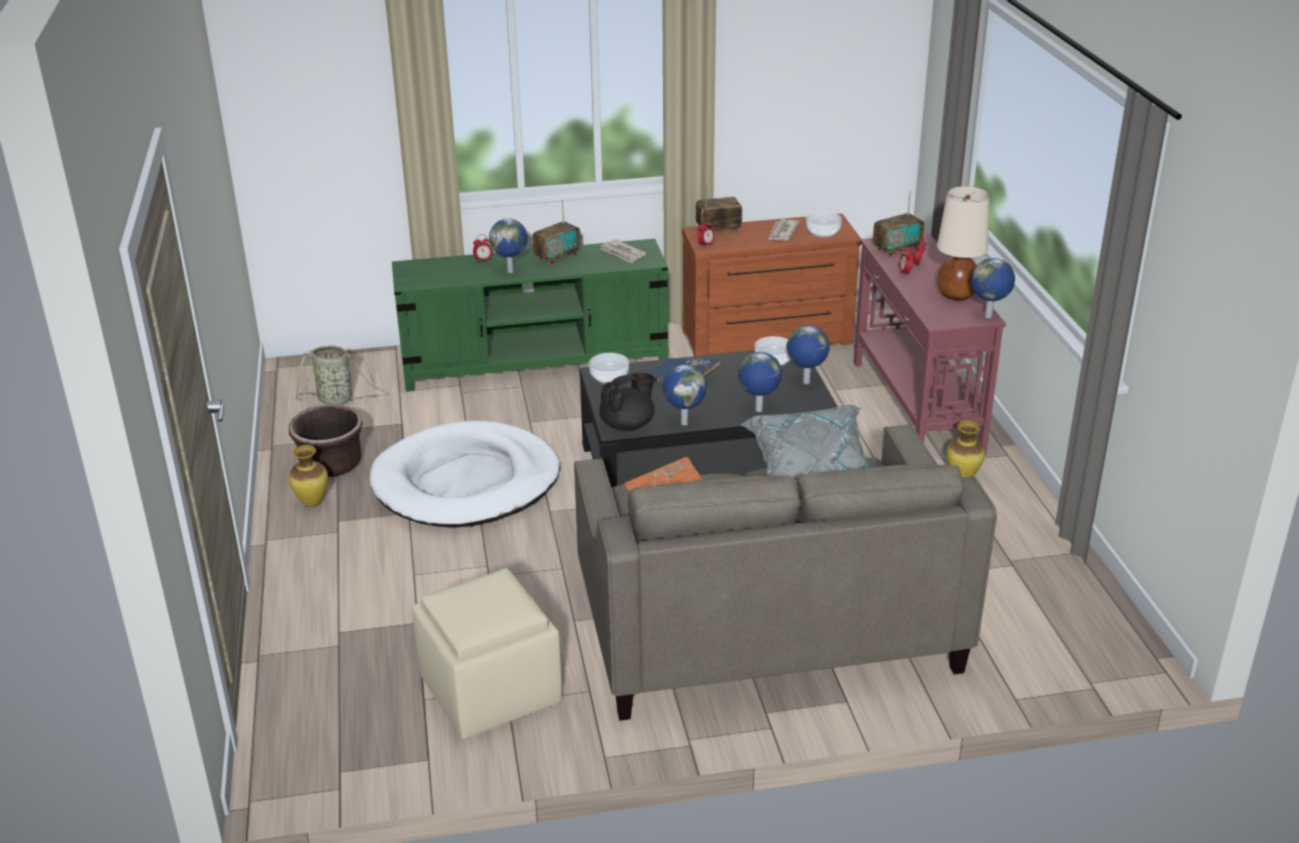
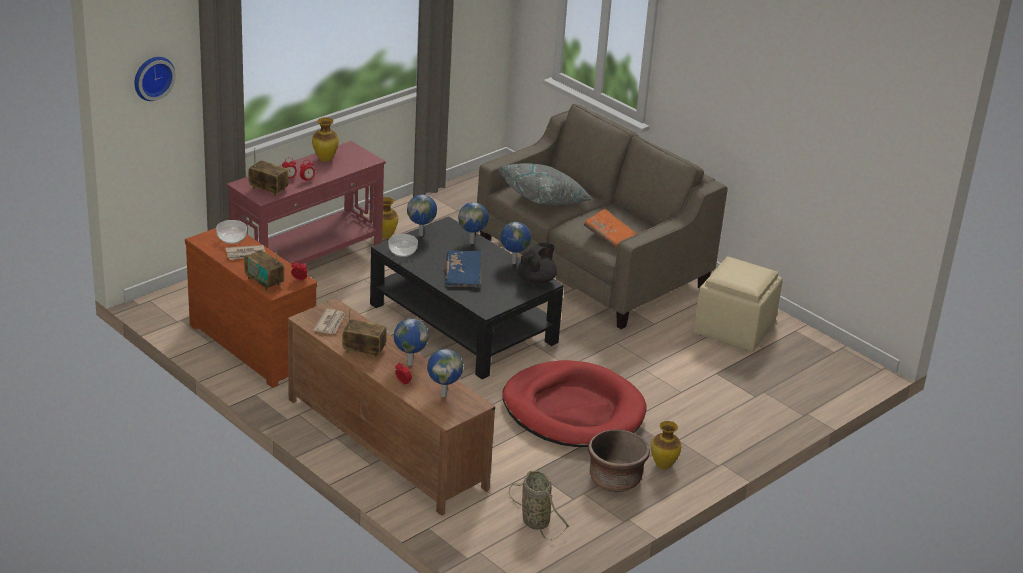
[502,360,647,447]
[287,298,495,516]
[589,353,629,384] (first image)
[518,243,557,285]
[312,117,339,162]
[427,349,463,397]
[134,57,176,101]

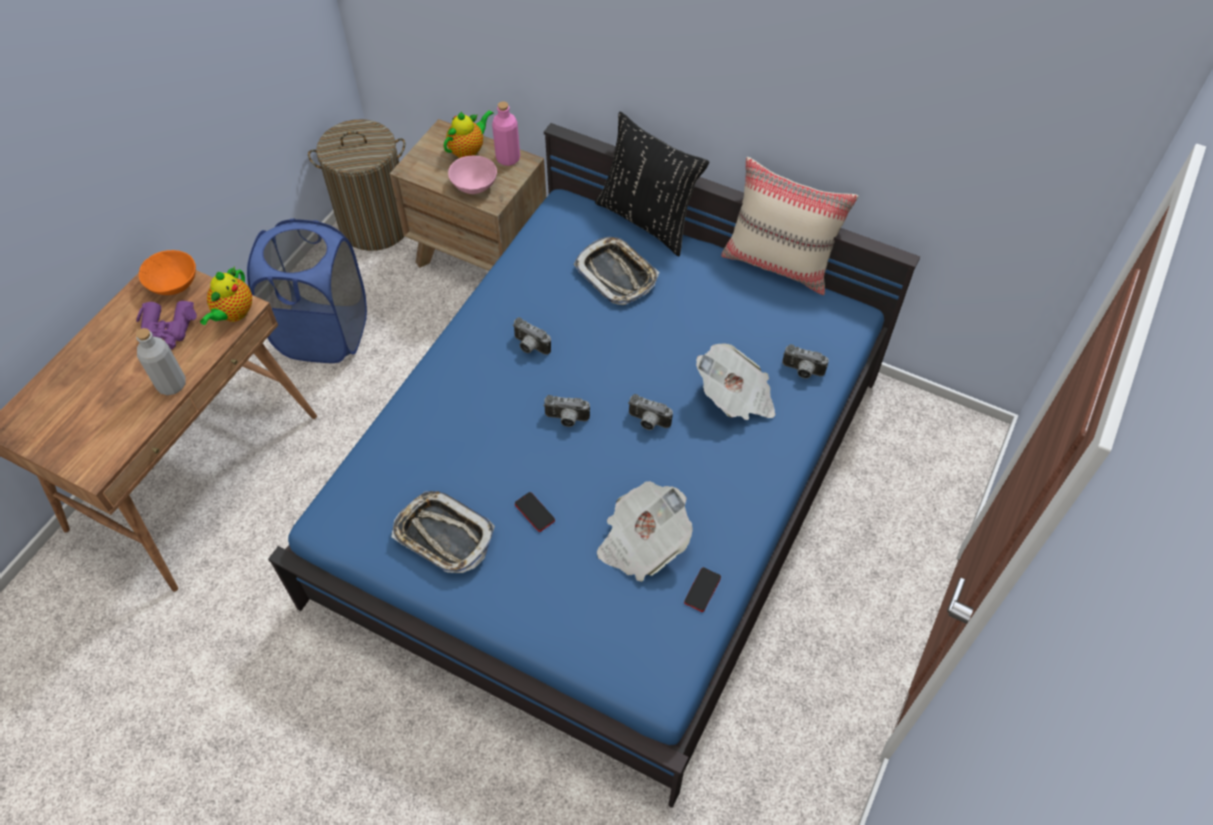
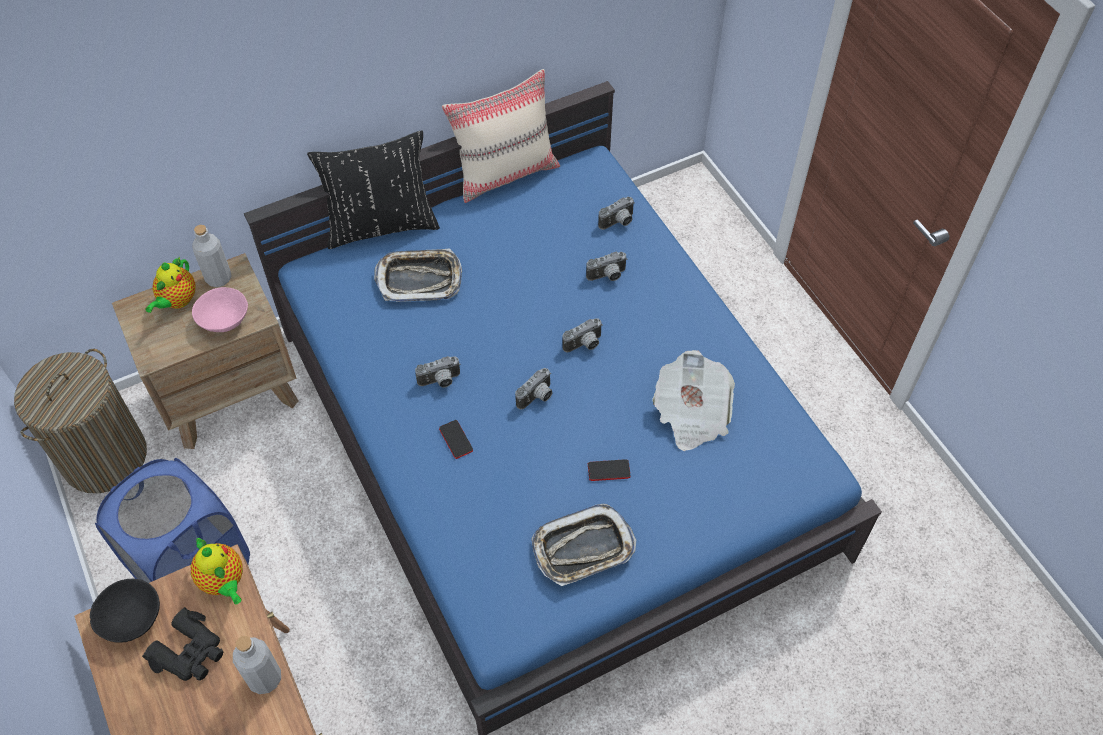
[142,607,224,681]
[90,579,160,643]
[145,256,196,313]
[192,225,232,287]
[439,420,473,459]
[586,252,627,281]

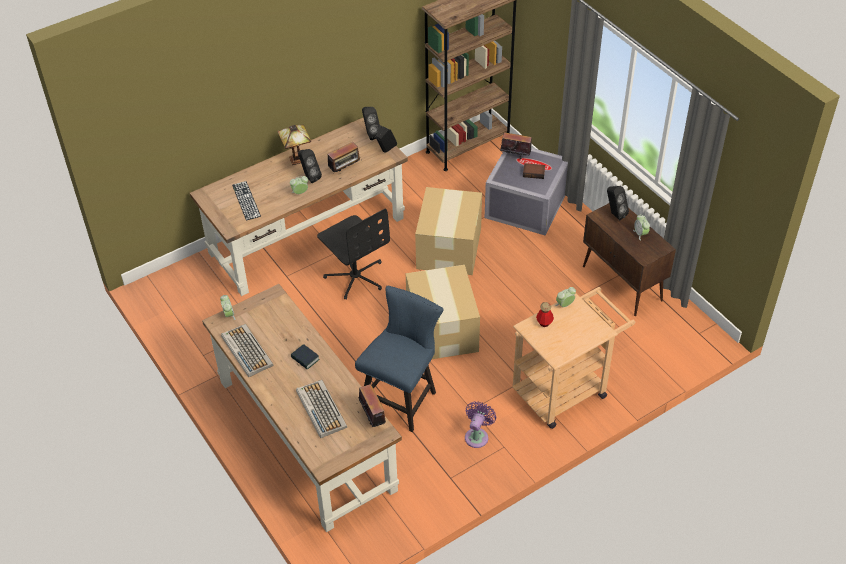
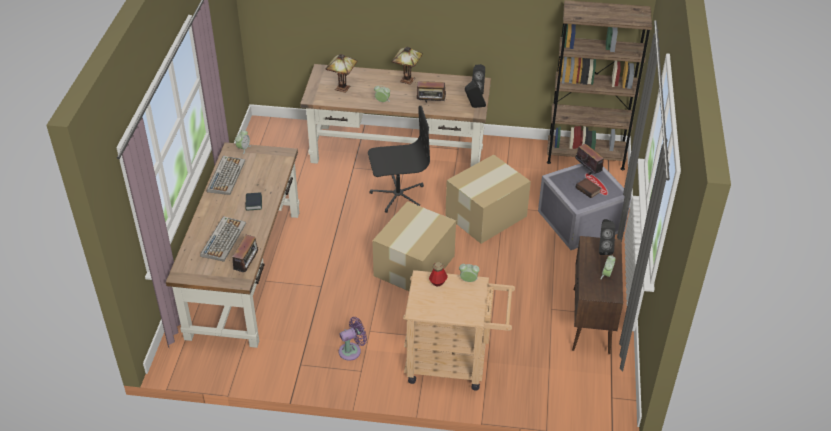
[326,54,358,93]
[298,149,322,183] (first image)
[368,106,430,213]
[355,286,444,432] (first image)

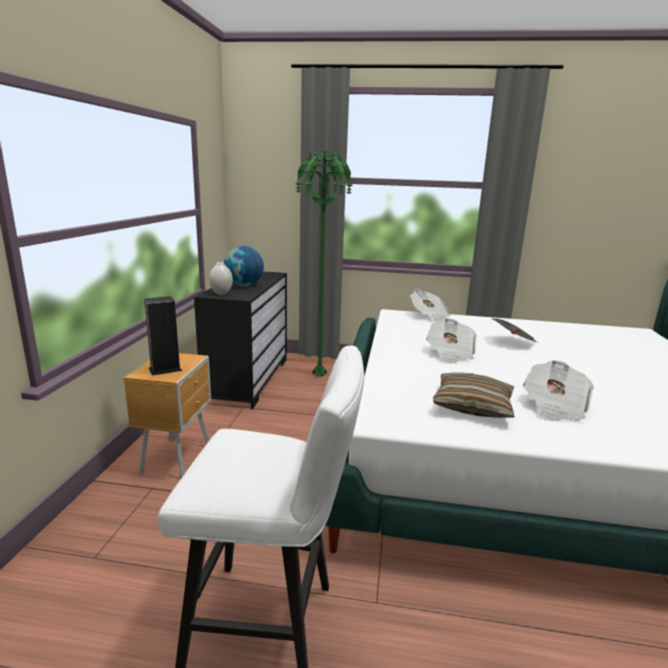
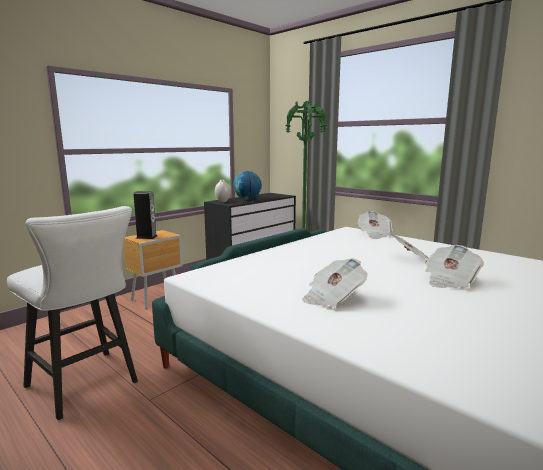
[425,245,484,288]
[433,373,515,418] (first image)

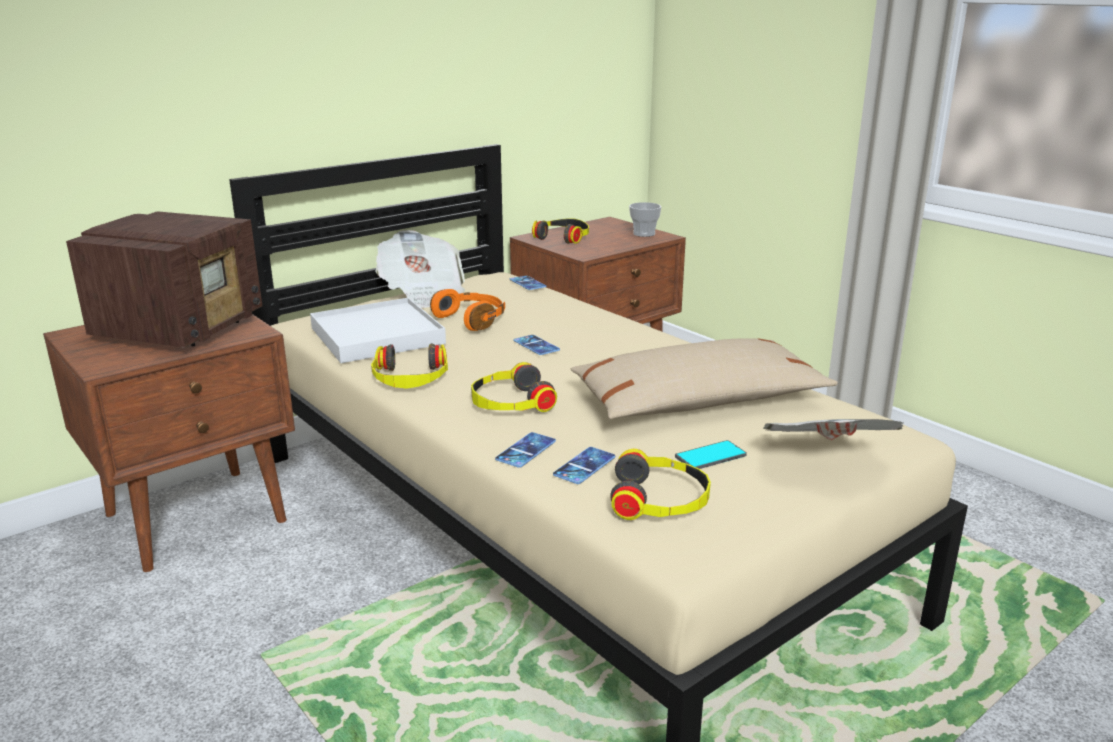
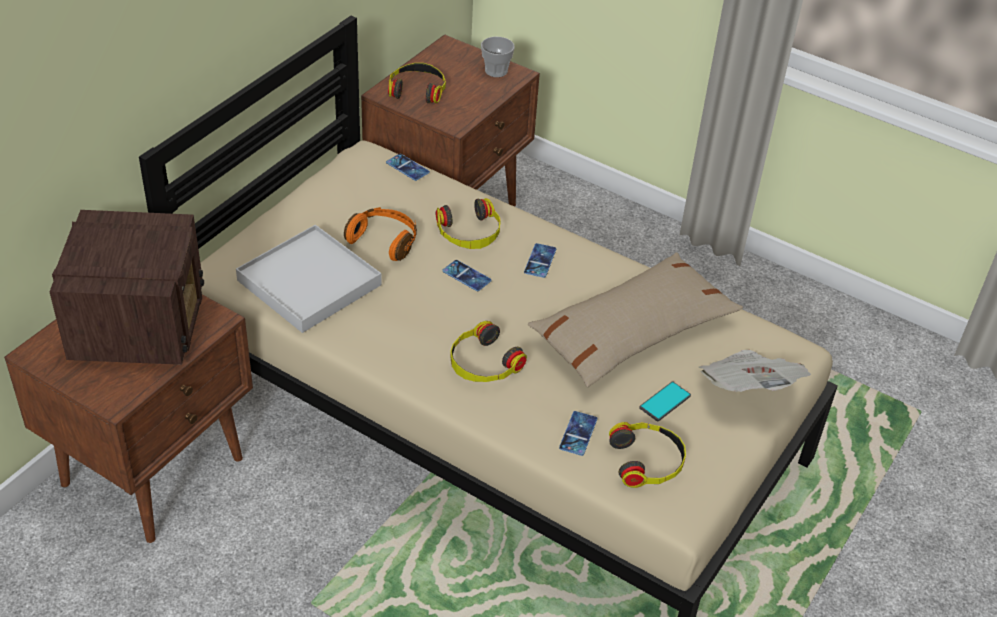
[436,198,500,249]
[376,230,465,308] (first image)
[524,243,556,278]

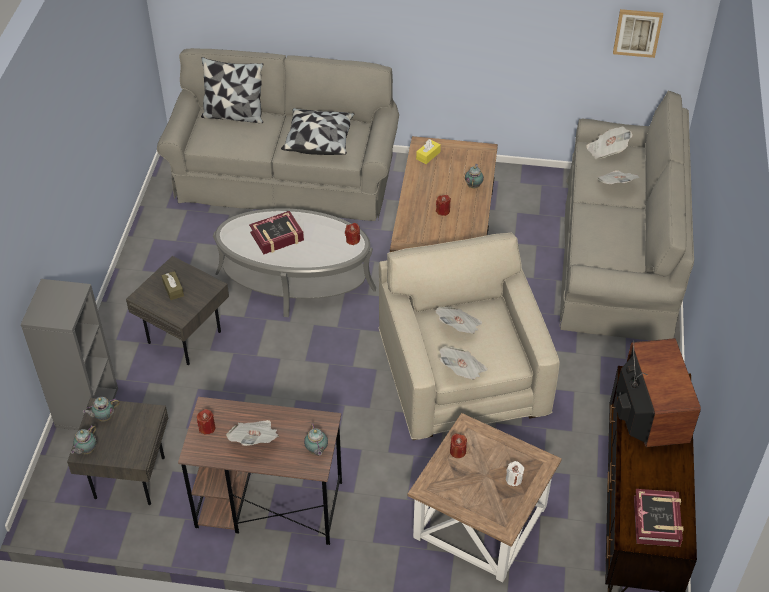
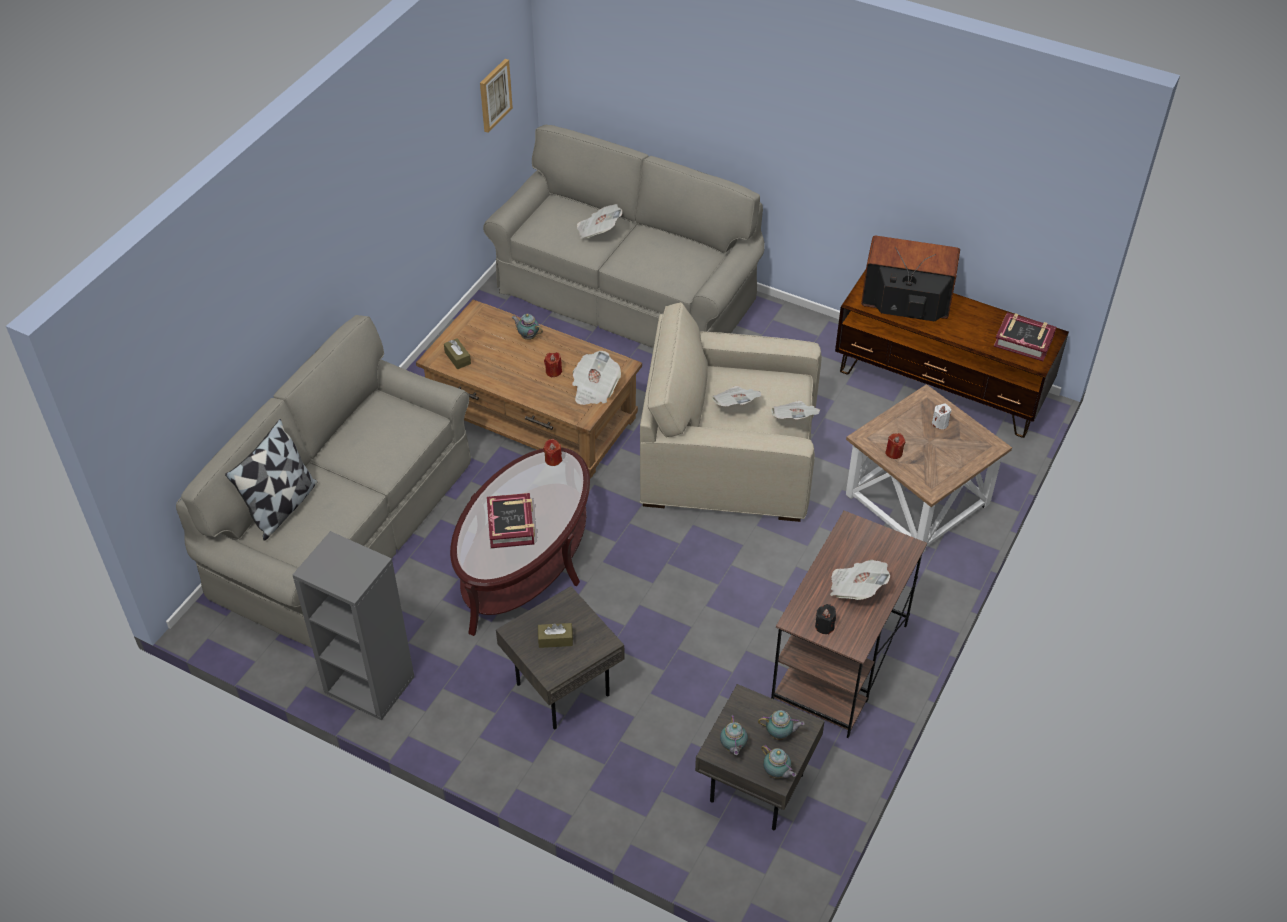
[293,531,414,720]
[815,604,836,635]
[450,448,590,636]
[281,108,354,155] (first image)
[758,710,805,740]
[444,338,471,369]
[572,351,621,405]

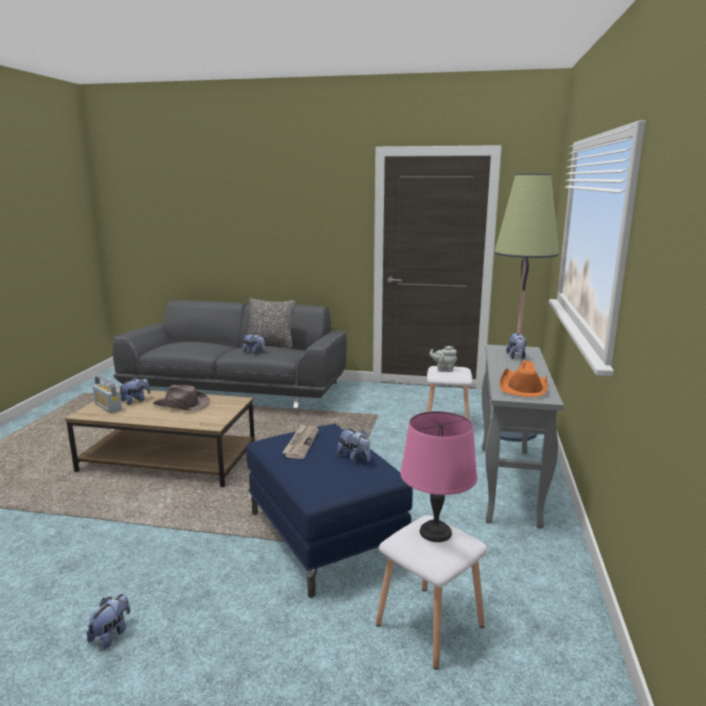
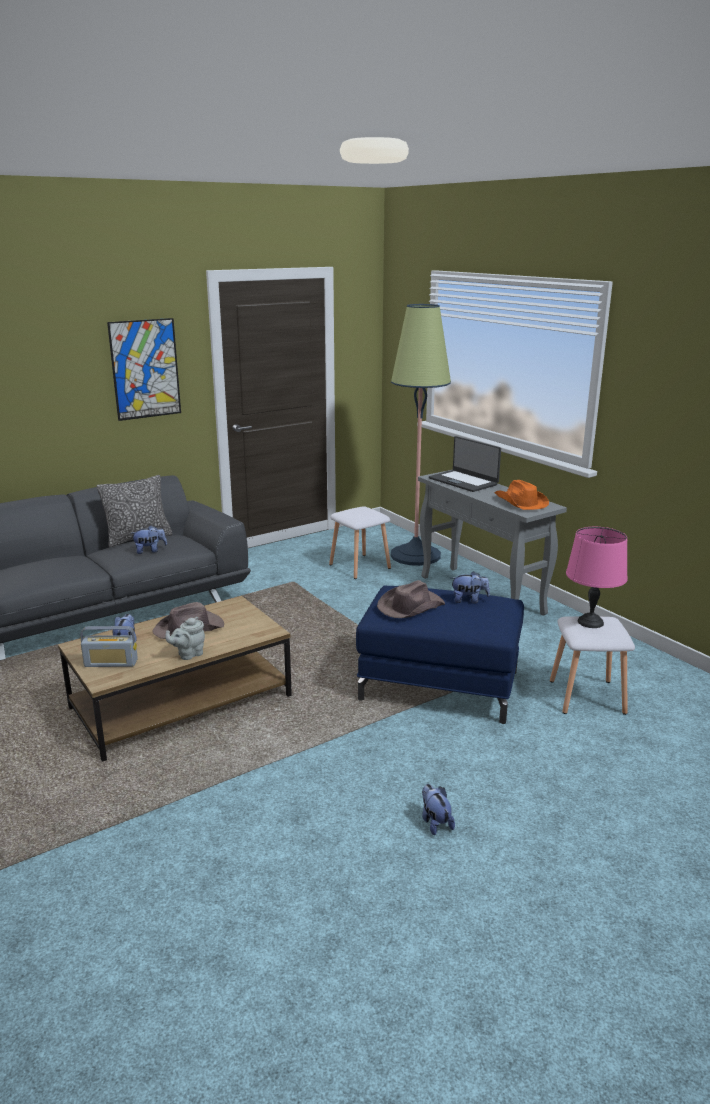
[377,580,445,618]
[165,617,205,660]
[429,436,501,492]
[107,318,181,421]

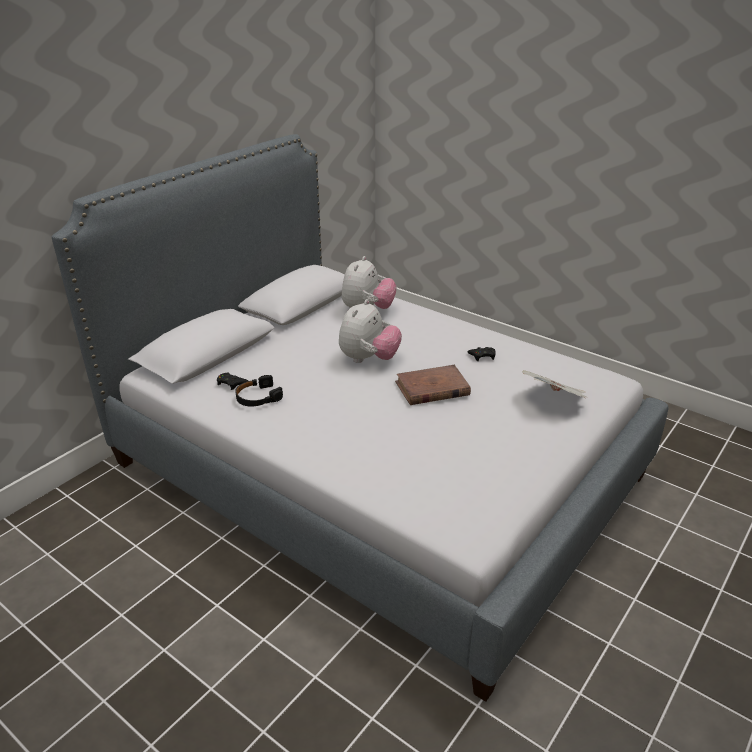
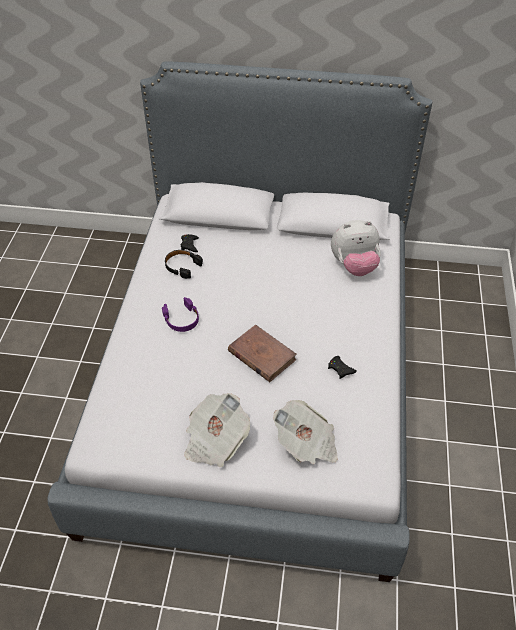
[339,299,402,363] (first image)
[162,297,199,332]
[184,393,250,467]

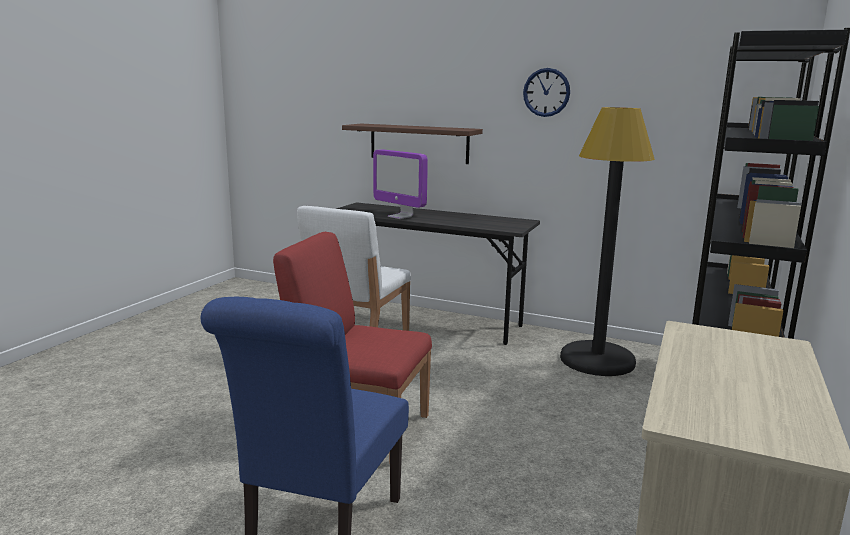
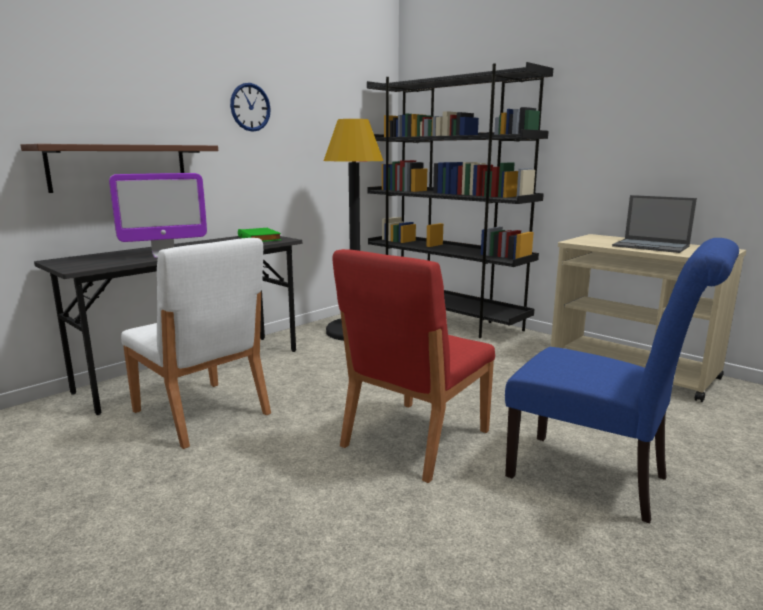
[238,228,282,242]
[612,195,697,253]

